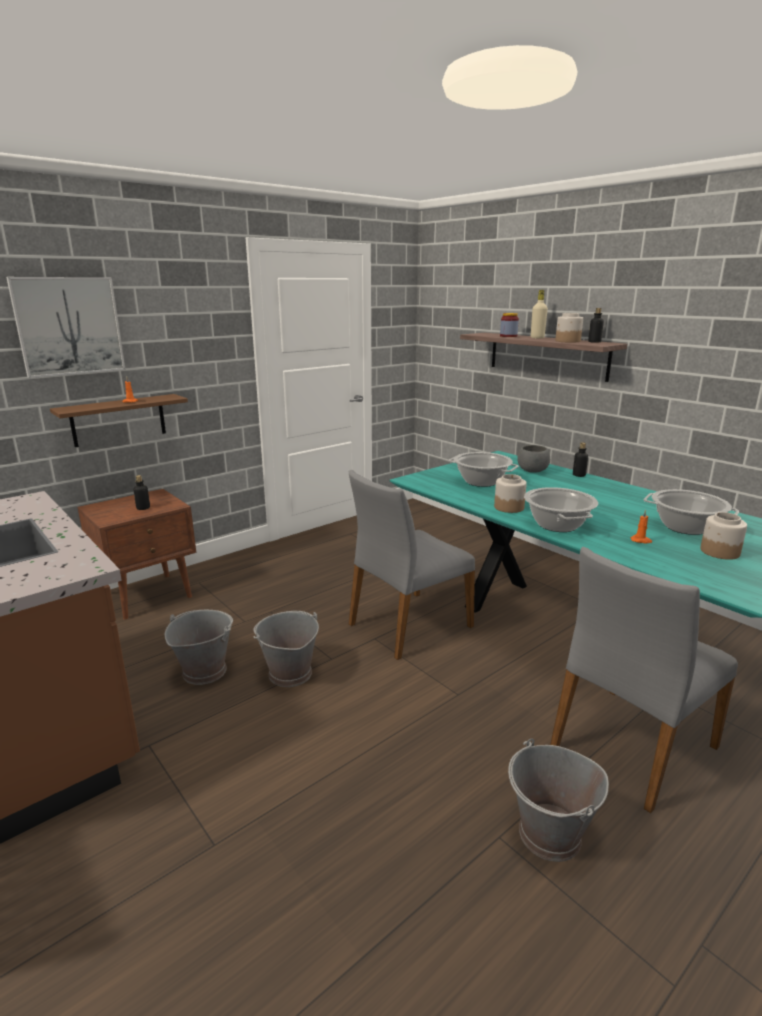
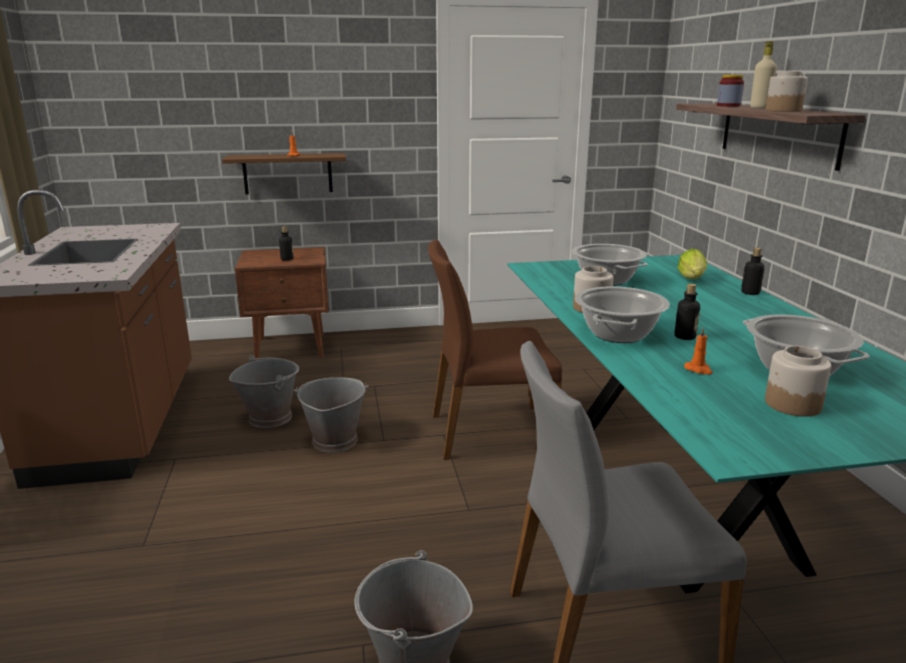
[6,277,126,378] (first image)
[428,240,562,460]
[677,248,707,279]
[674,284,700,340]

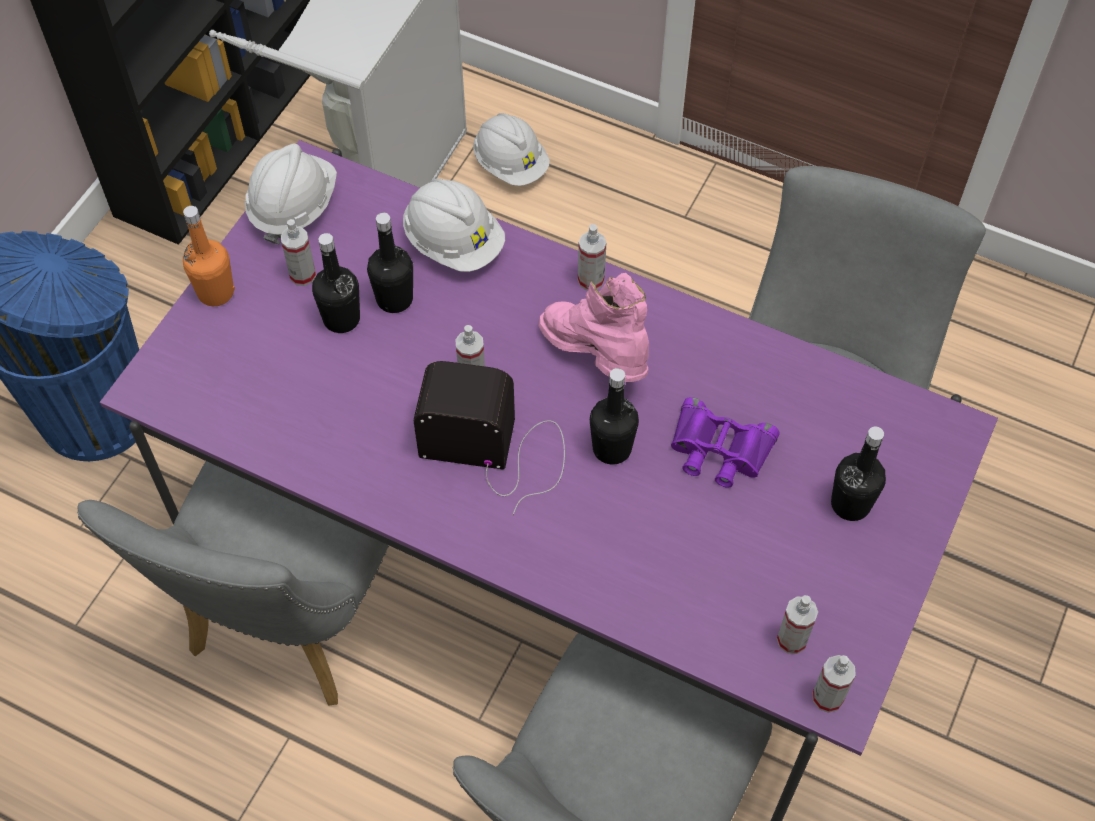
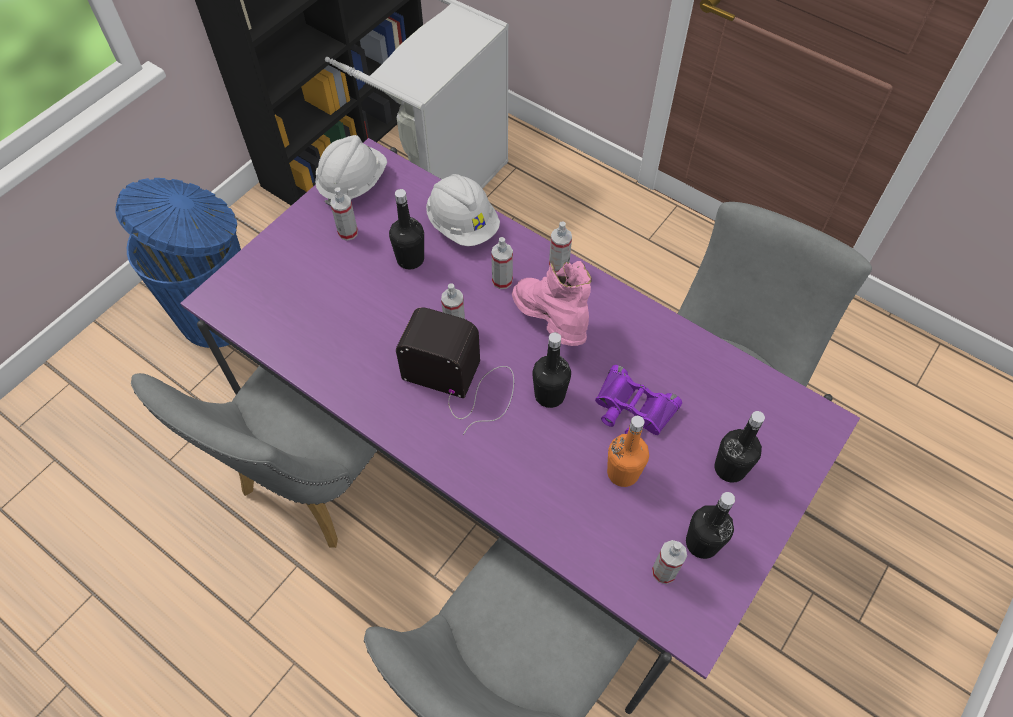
[607,416,649,487]
[686,492,735,559]
[473,113,550,186] (first image)
[491,237,513,289]

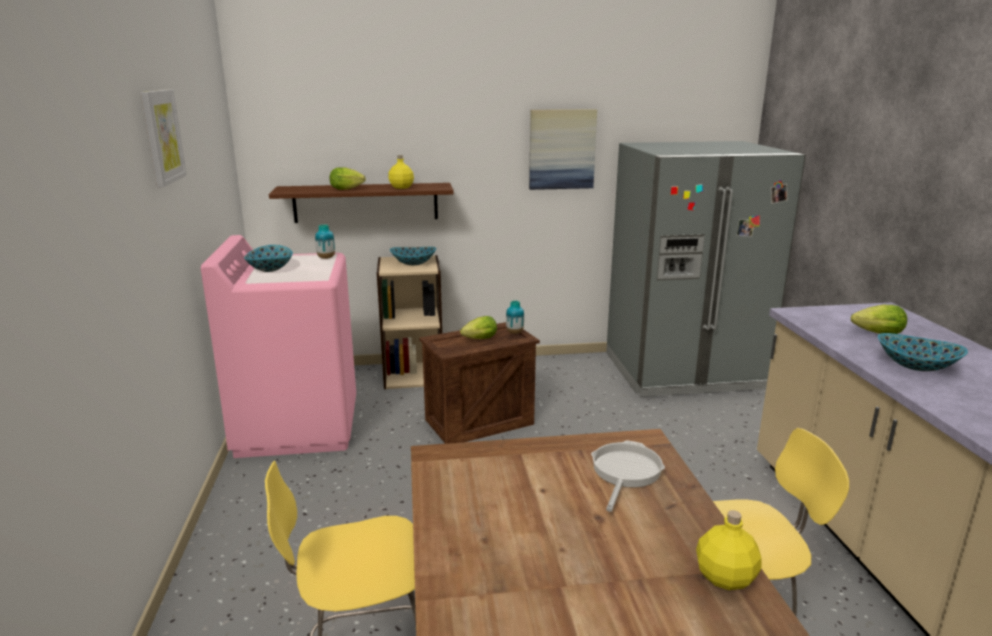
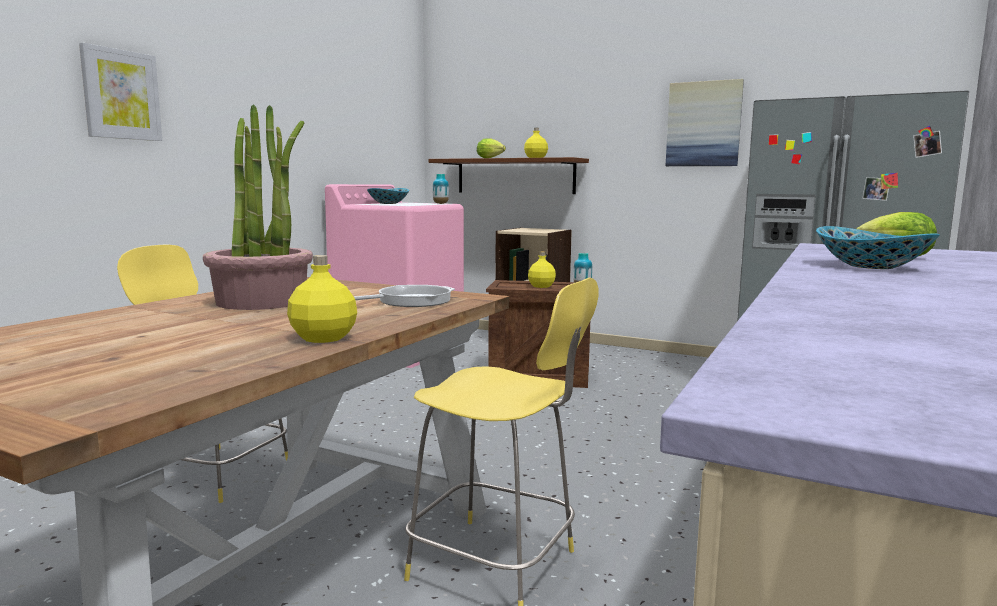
[79,43,162,141]
[390,247,436,265] (first image)
[528,252,556,288]
[203,104,313,310]

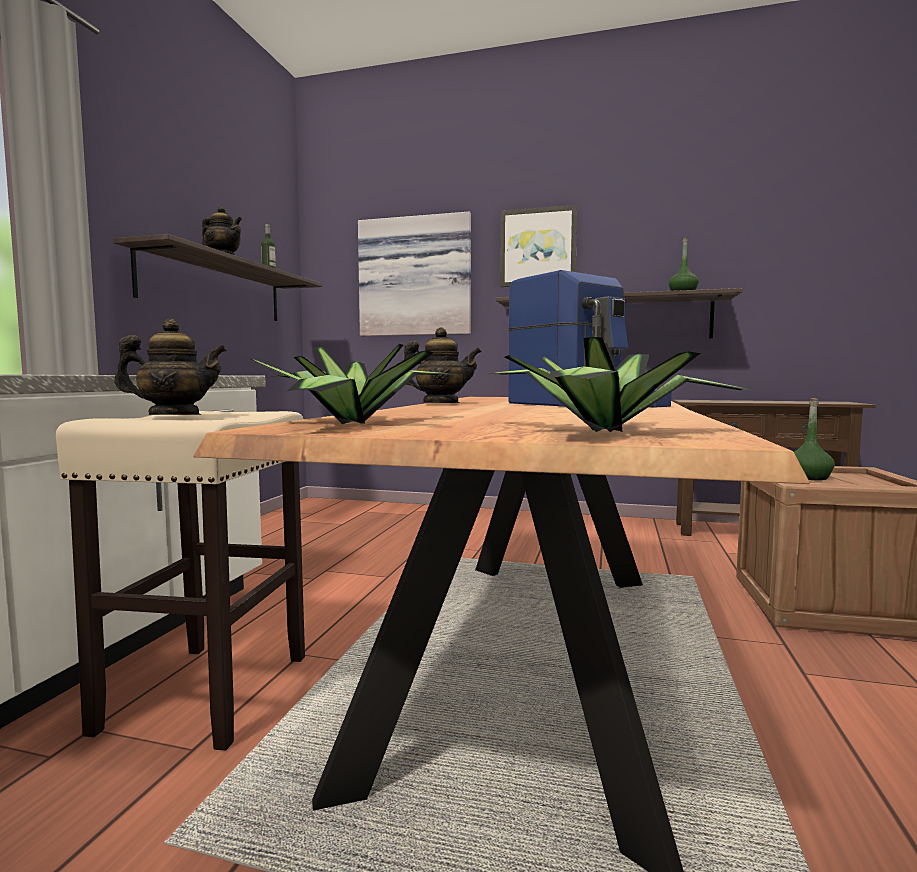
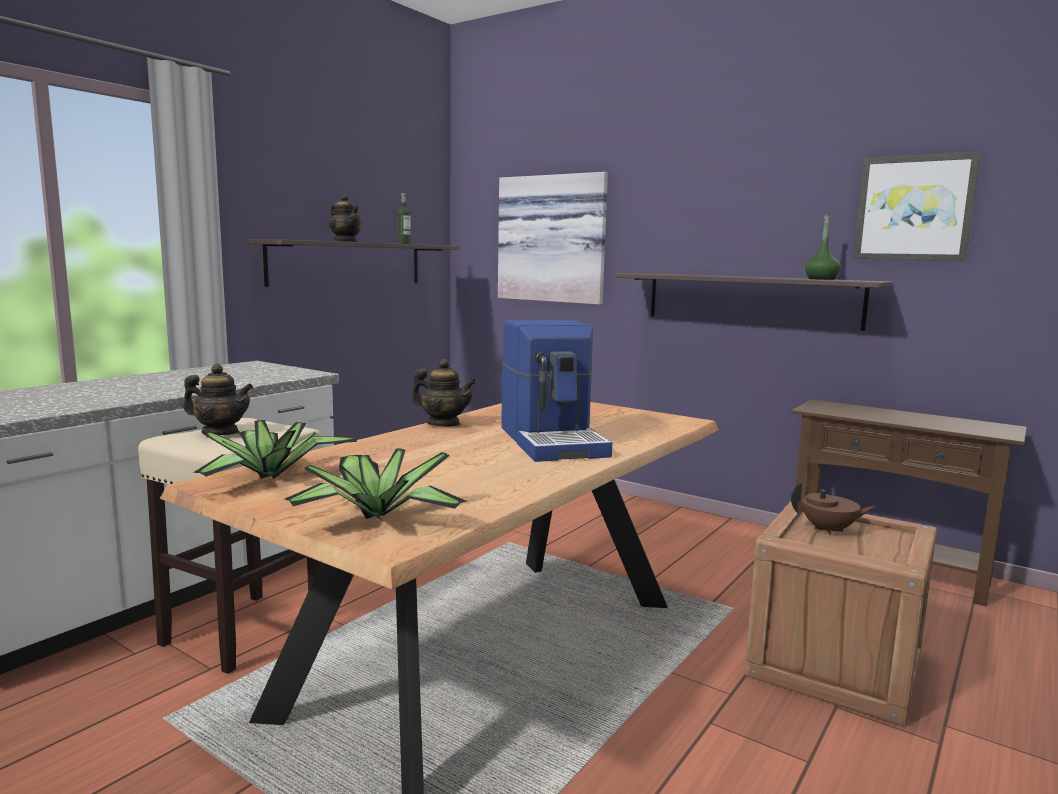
[853,152,981,261]
[791,482,876,535]

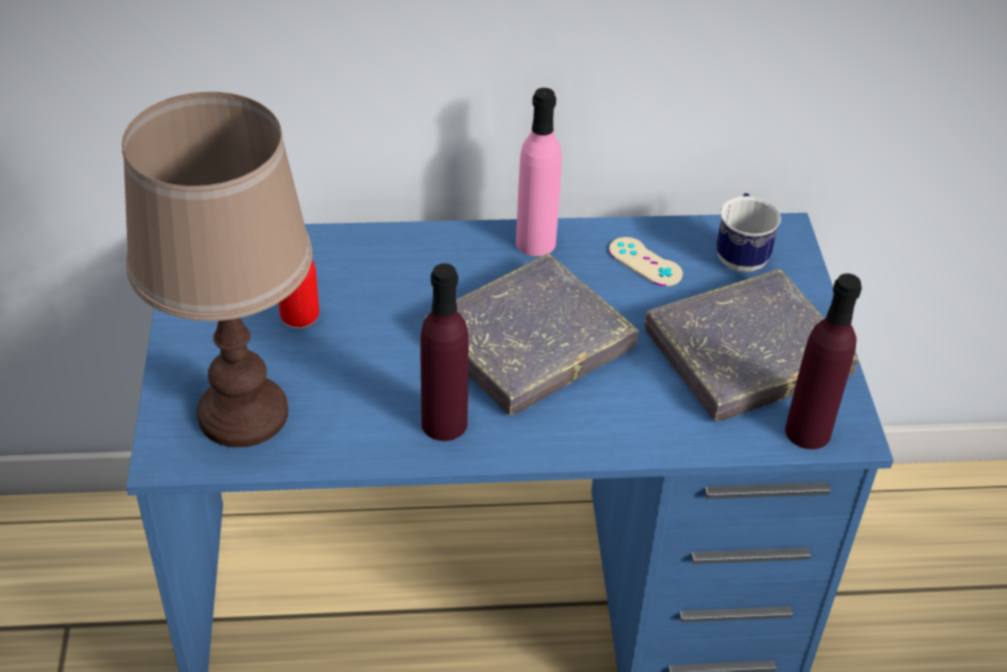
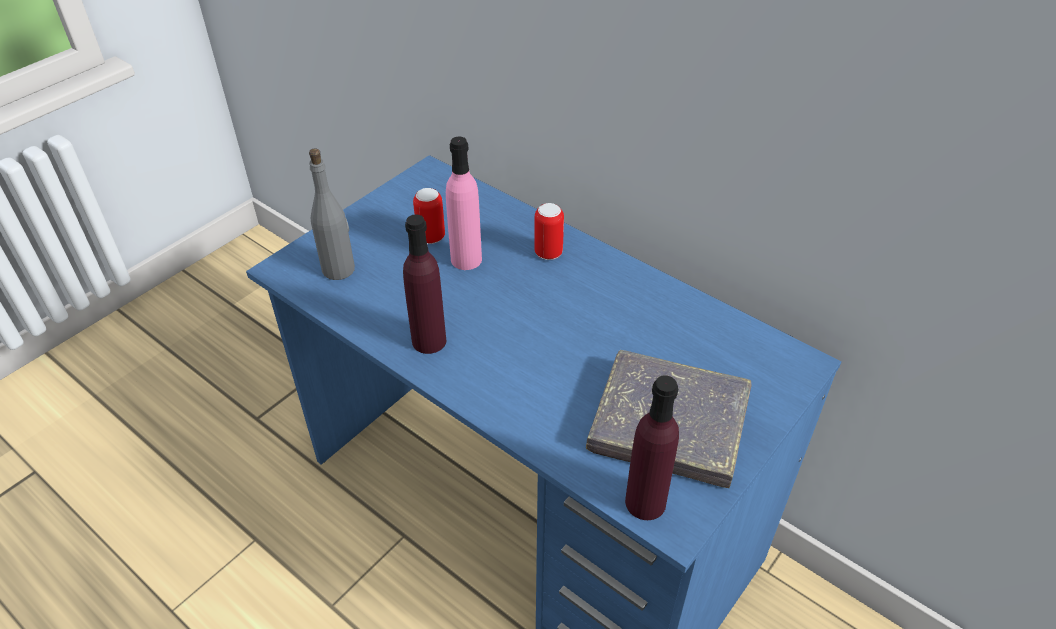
[309,148,355,280]
[424,253,638,415] (first image)
[446,136,482,270]
[609,237,683,286] (first image)
[716,193,781,272] (first image)
[534,203,564,260]

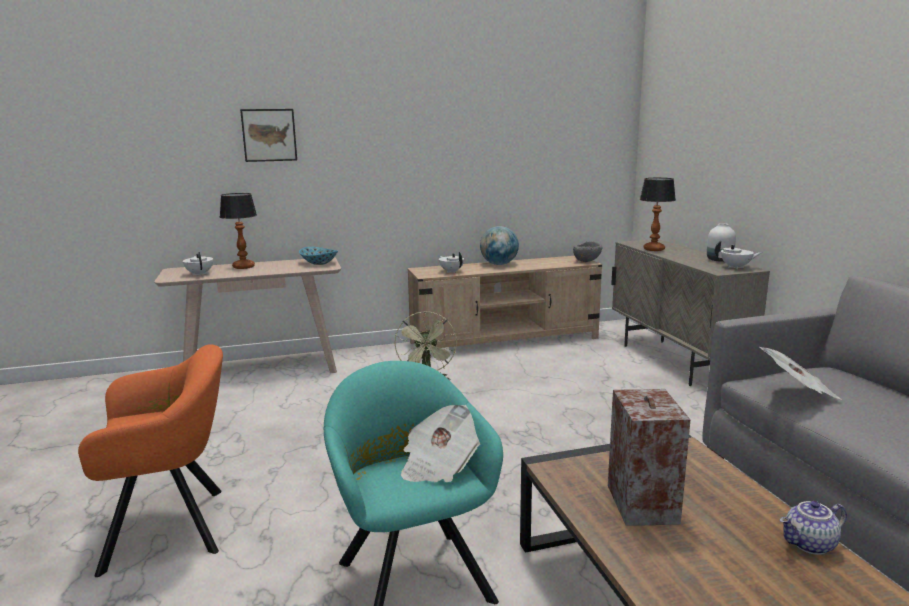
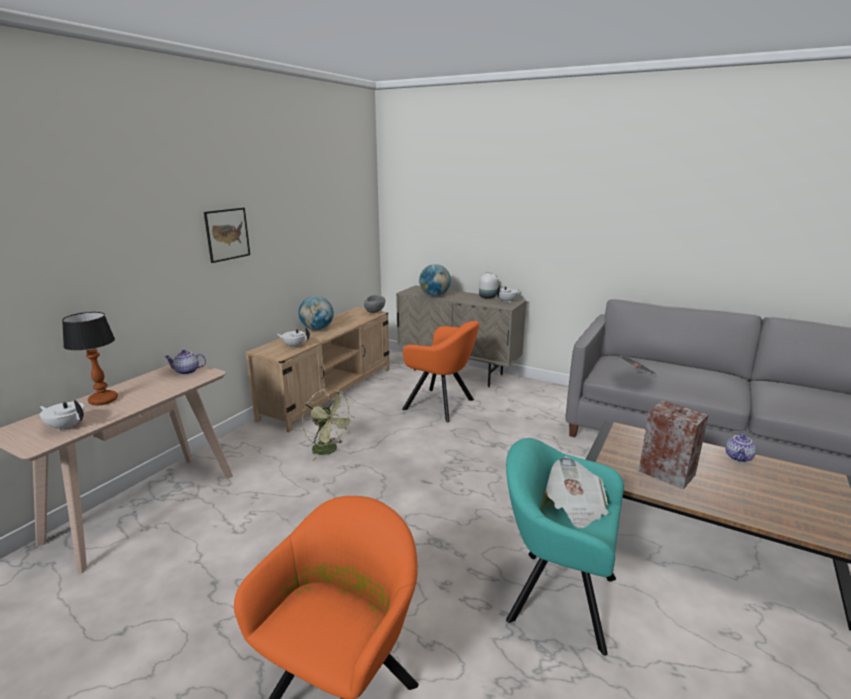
[204,208,250,263]
[164,350,206,375]
[419,264,451,296]
[402,321,479,422]

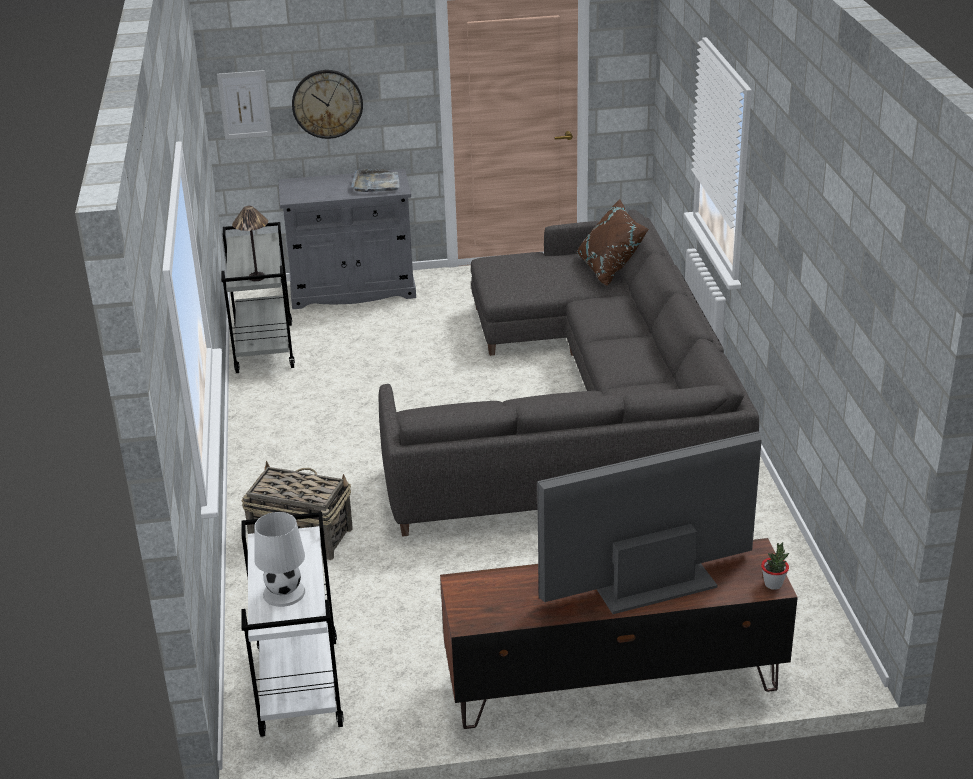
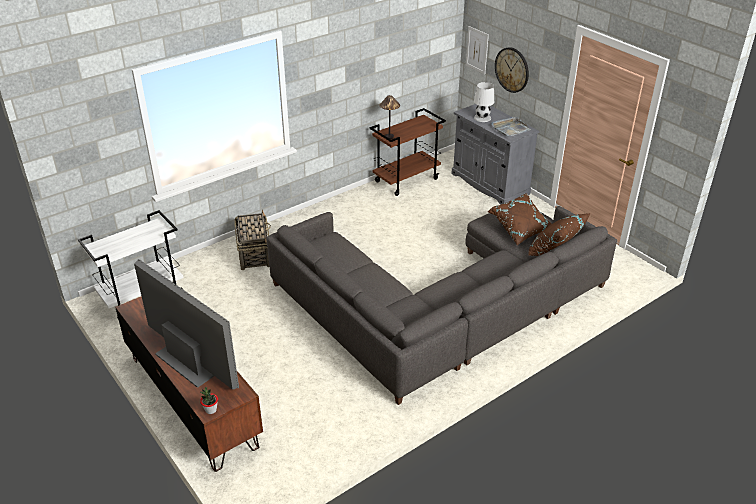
[370,108,446,196]
[474,82,494,122]
[488,194,551,245]

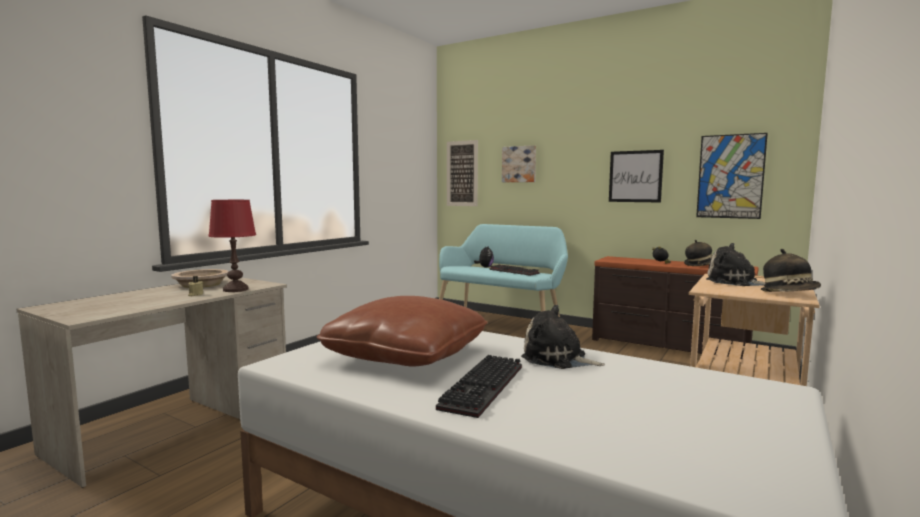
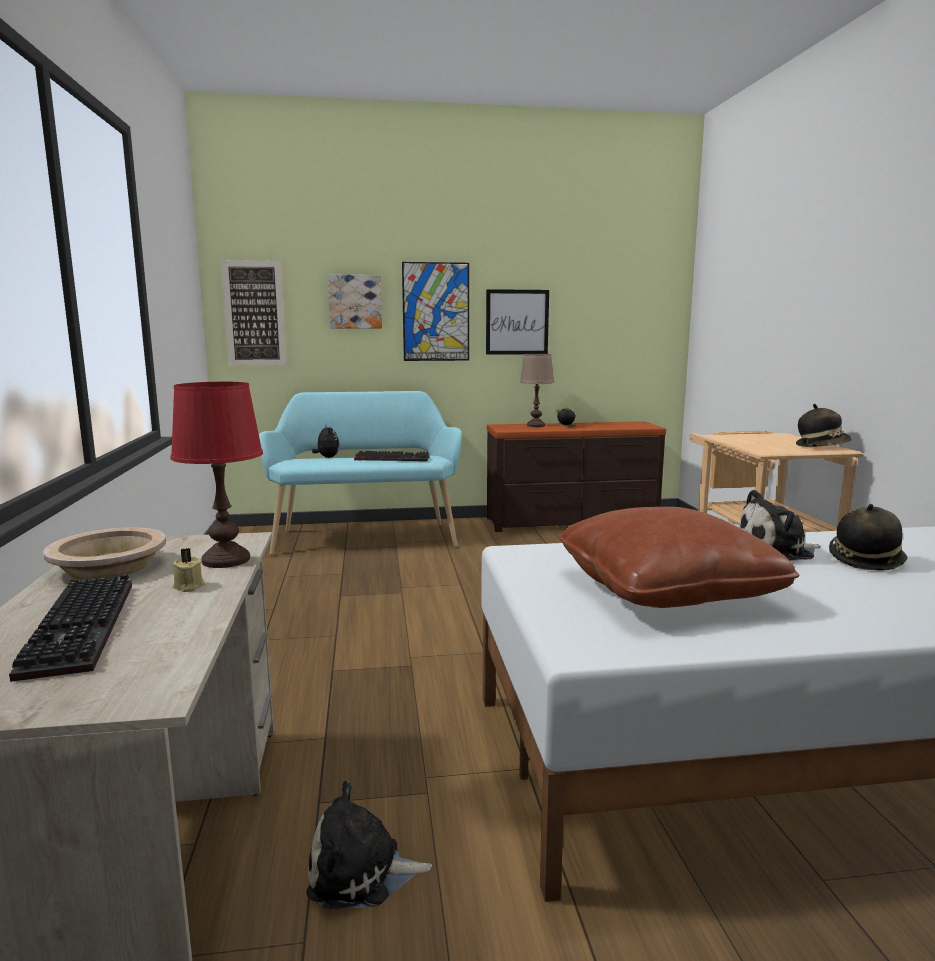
[9,574,132,682]
[829,504,908,571]
[402,262,469,361]
[306,781,432,909]
[520,354,554,427]

